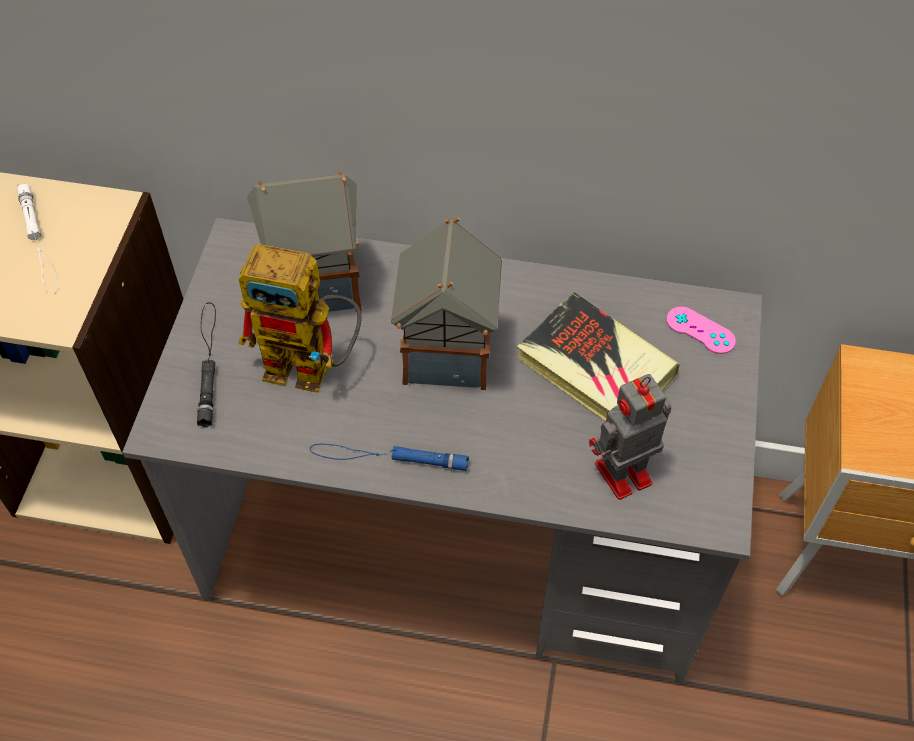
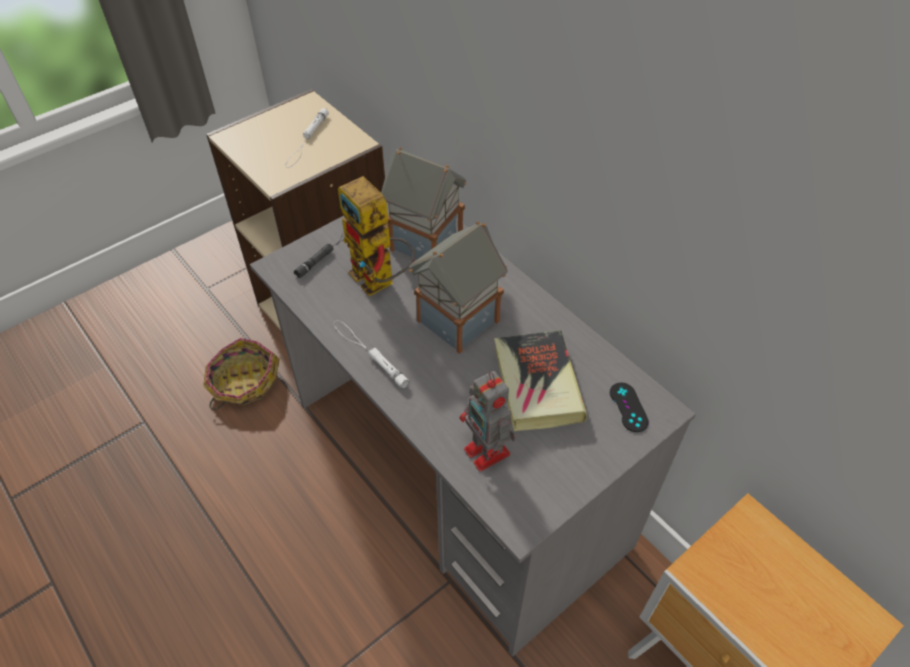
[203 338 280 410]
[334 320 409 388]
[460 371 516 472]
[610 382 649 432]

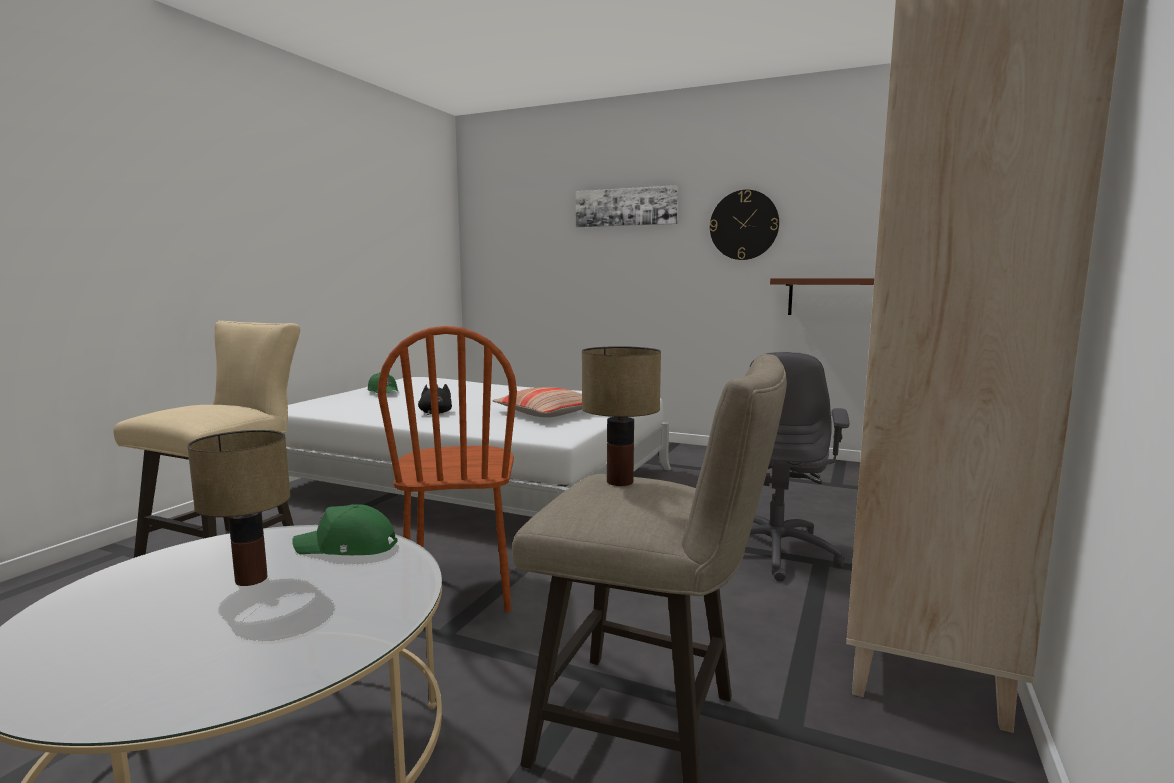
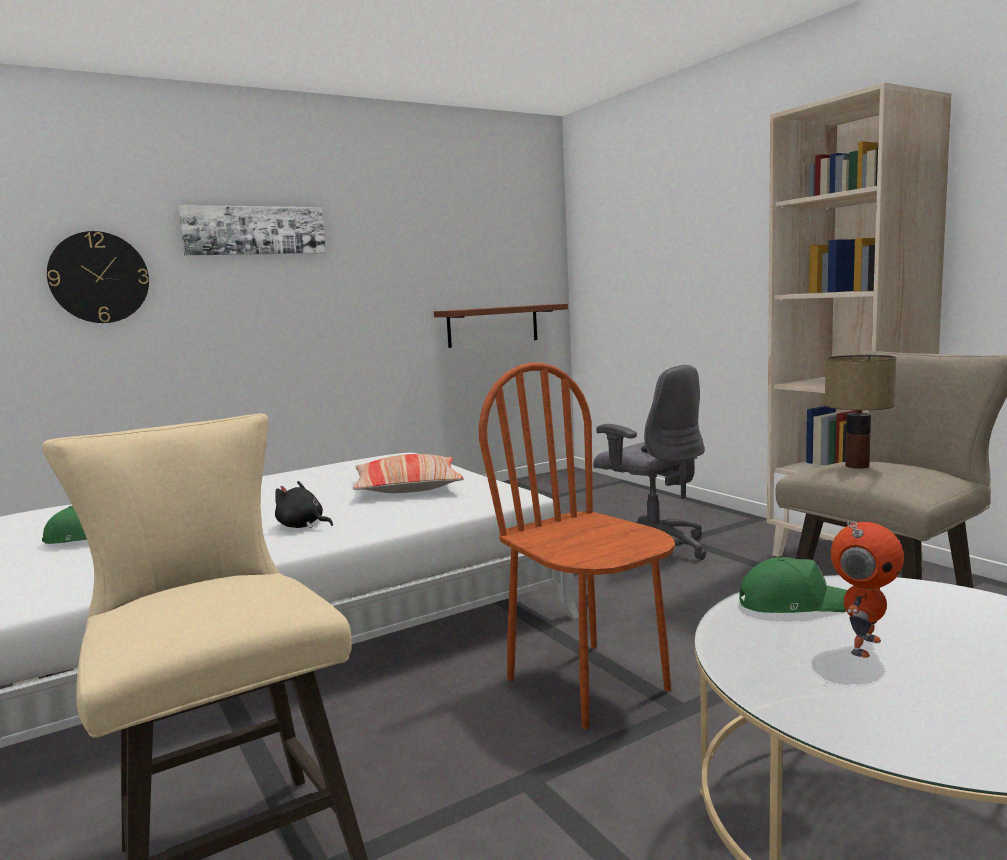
[47 231 149 323]
[479 363 675 729]
[739 557 847 613]
[831 520 904 658]

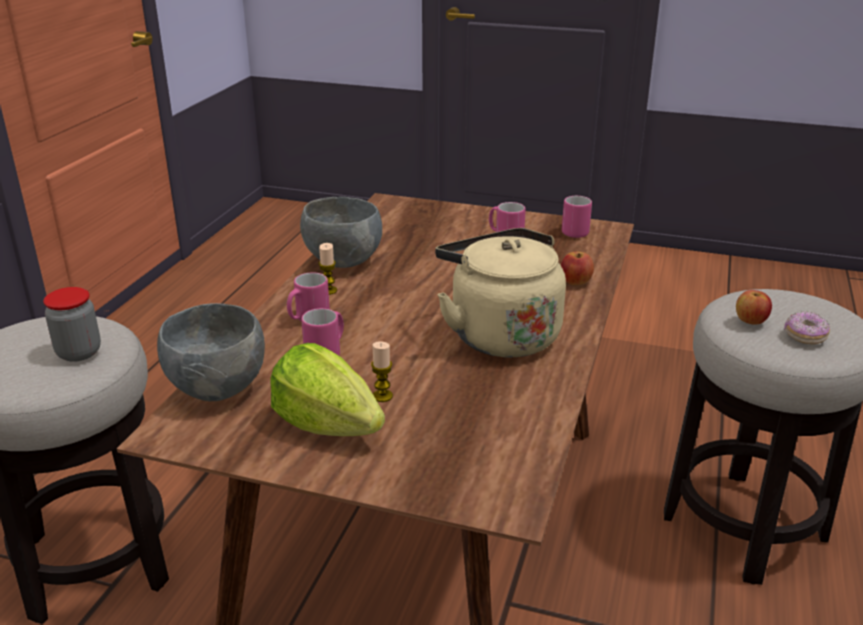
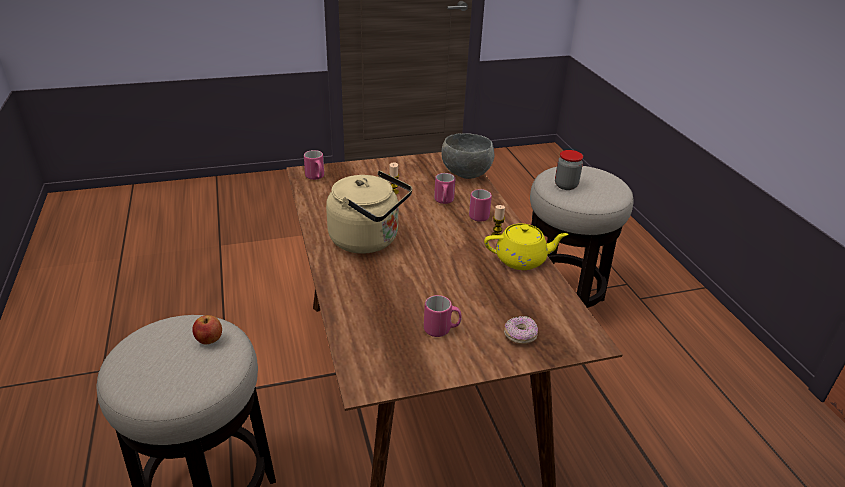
[304 150 324 180]
[484 224 569 270]
[504 316 538 344]
[270 343 385 436] (first image)
[561 252 594 285] (first image)

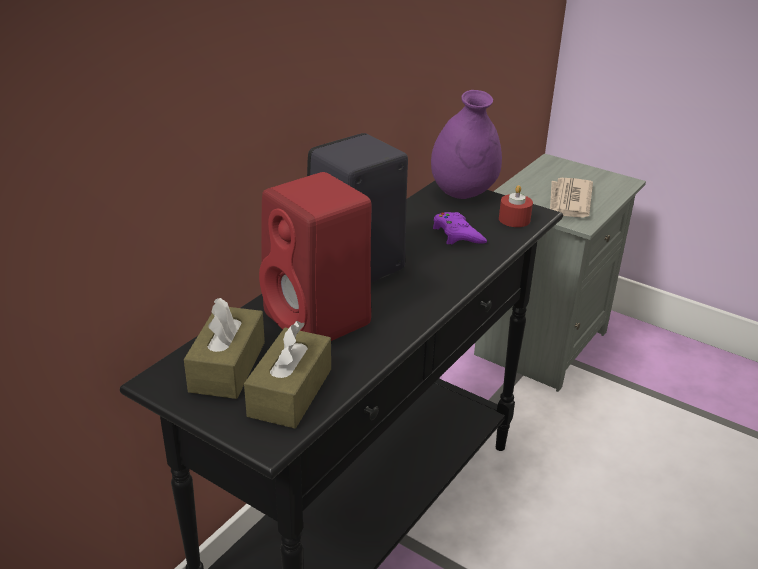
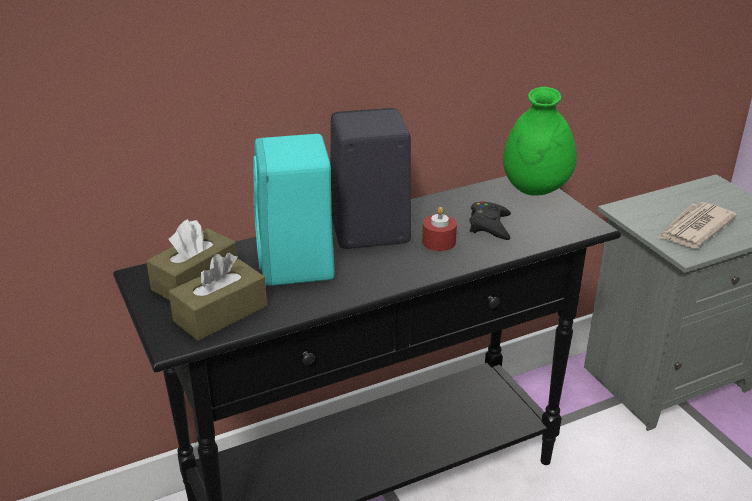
[253 134 335 286]
[422 207 457 251]
[470 201 511 240]
[503 87 577 196]

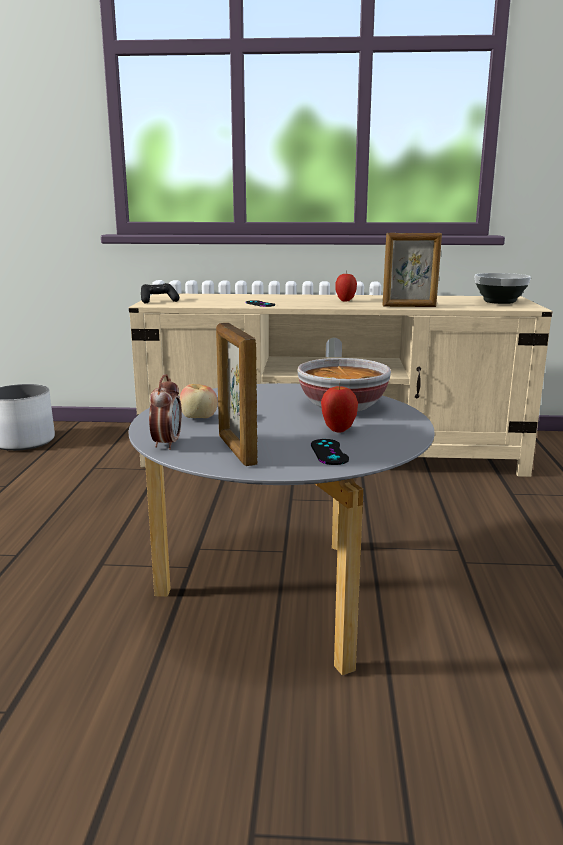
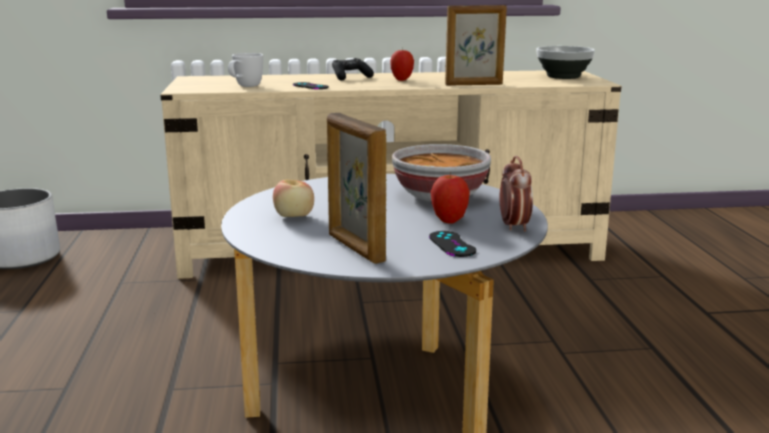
[228 53 263 87]
[332 58 374 81]
[499 156 533 231]

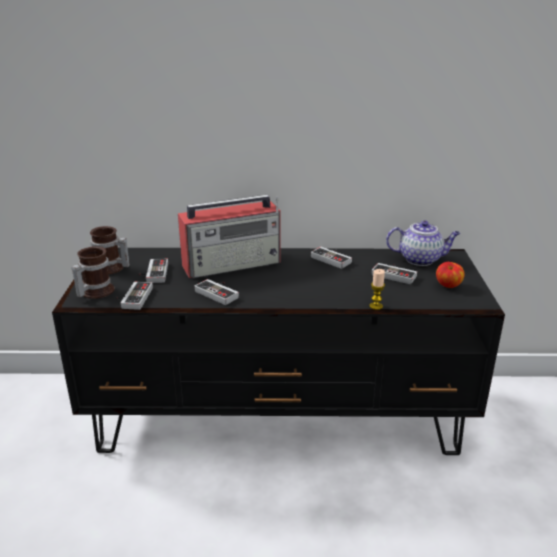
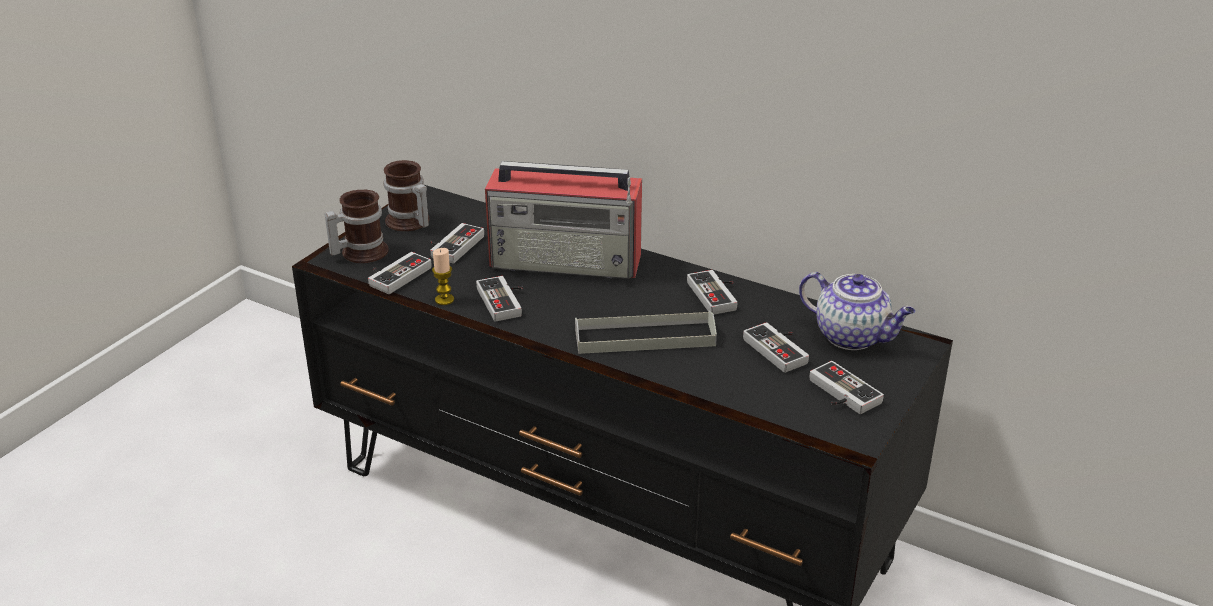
[432 248 454 305]
[575 311 717 354]
[809 361 884 414]

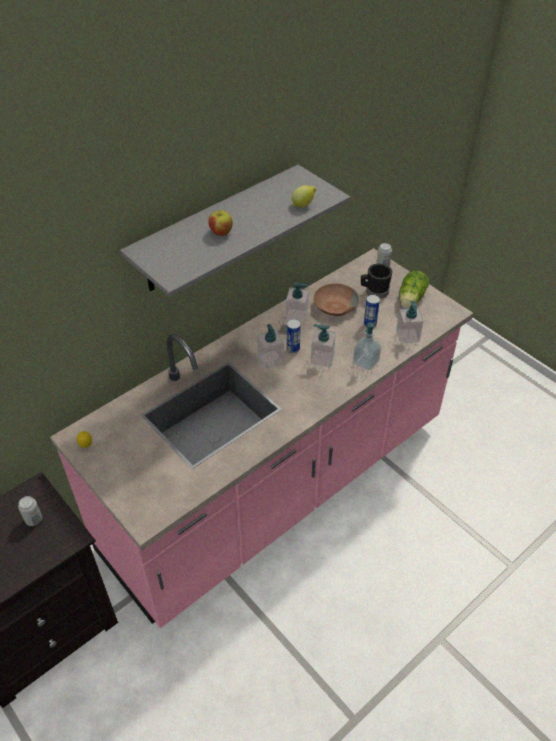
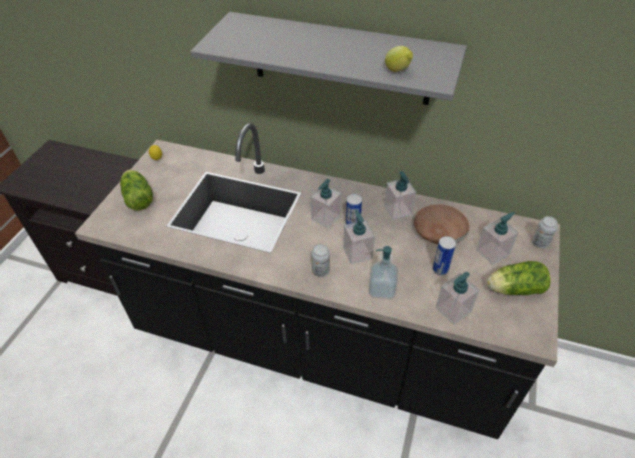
[75 123 560 439]
[120 170 153 211]
[311 244 330 277]
[476 212 518 265]
[208 210 233 236] (first image)

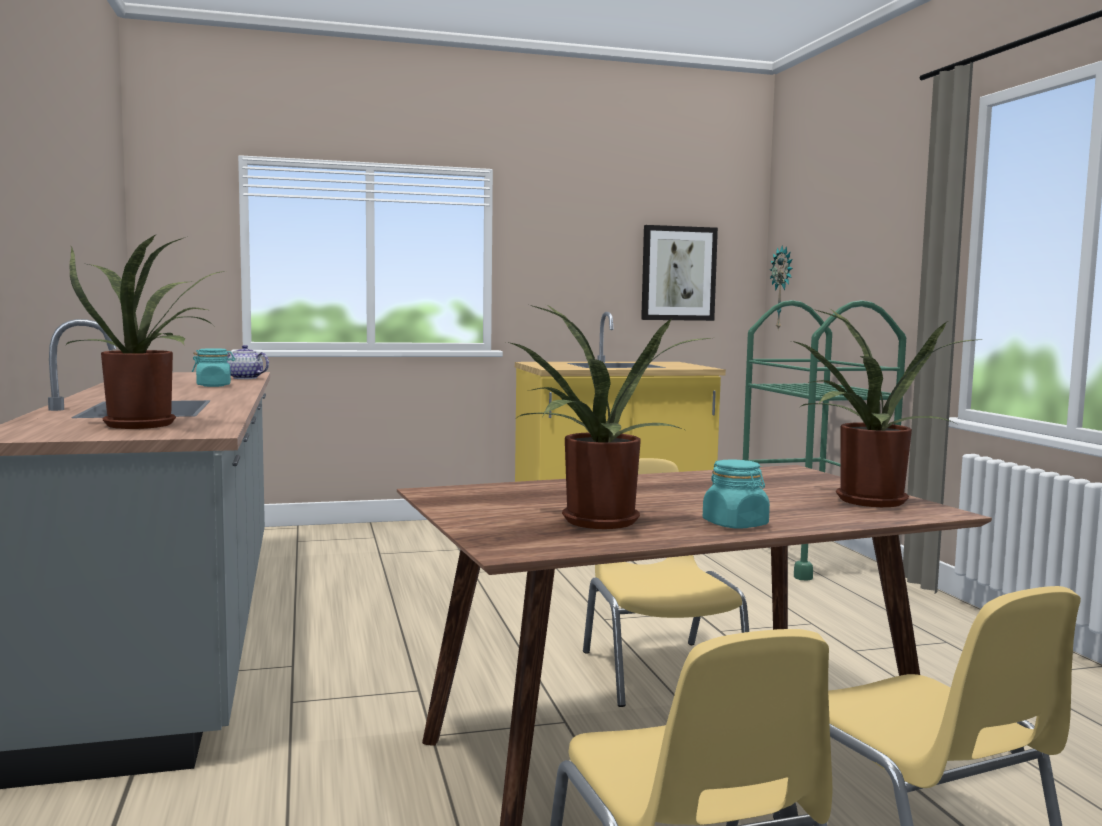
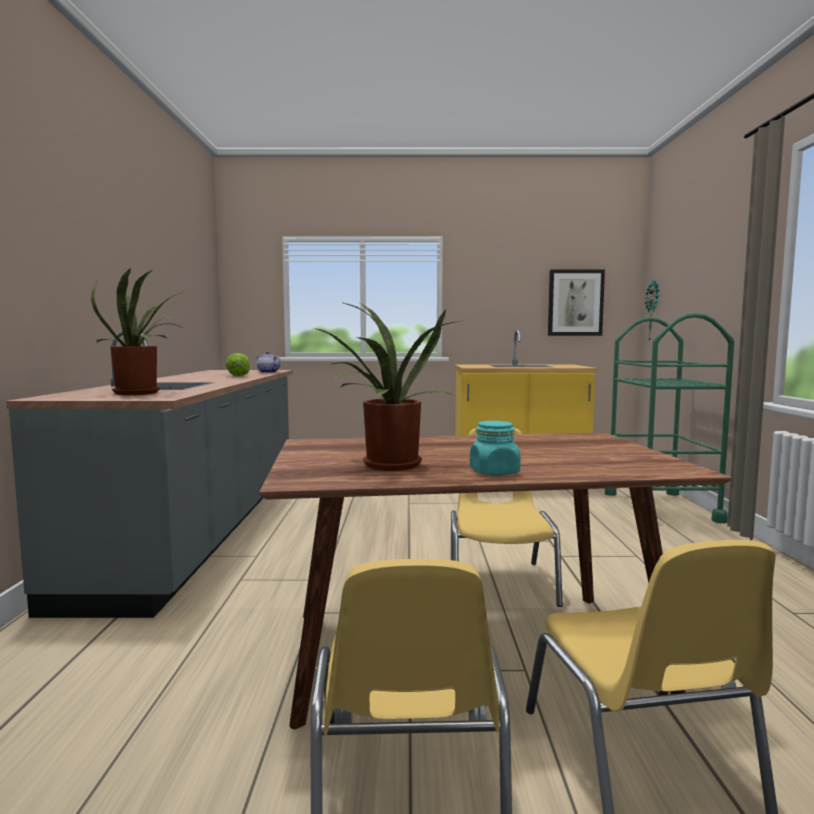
[225 353 250 376]
[792 310 982 507] (first image)

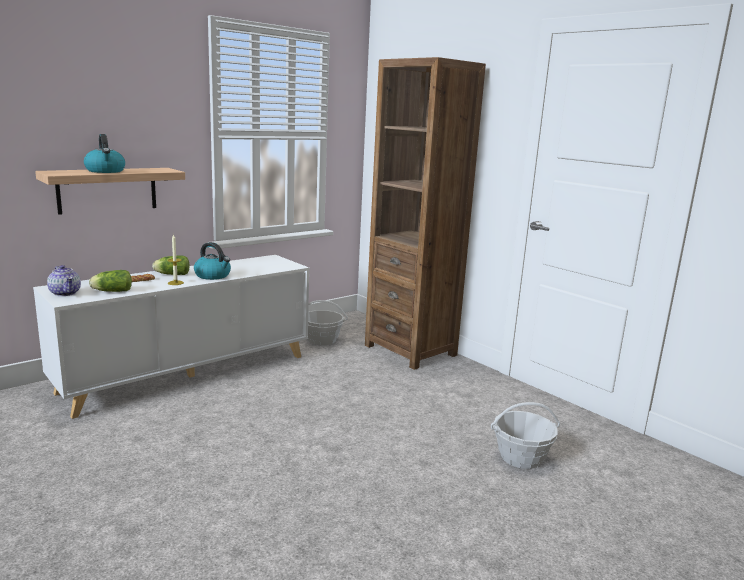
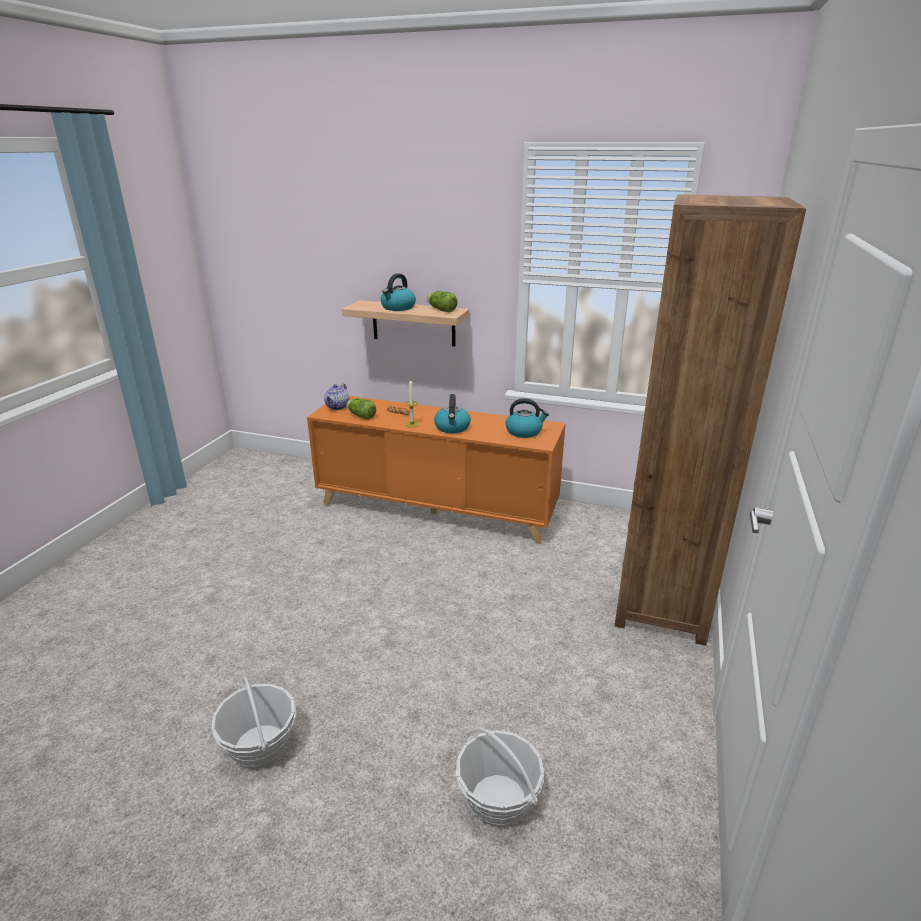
[211 677 297 769]
[307 396 565 544]
[427 291 458 313]
[506 398 549 438]

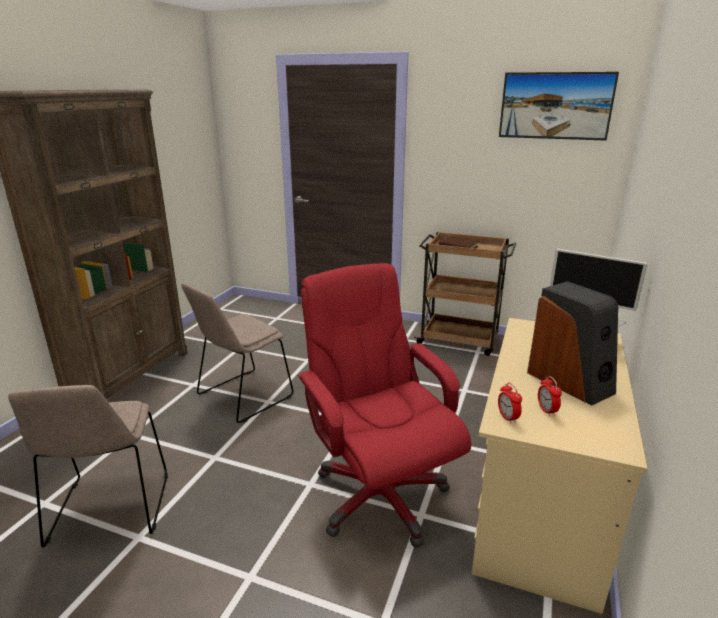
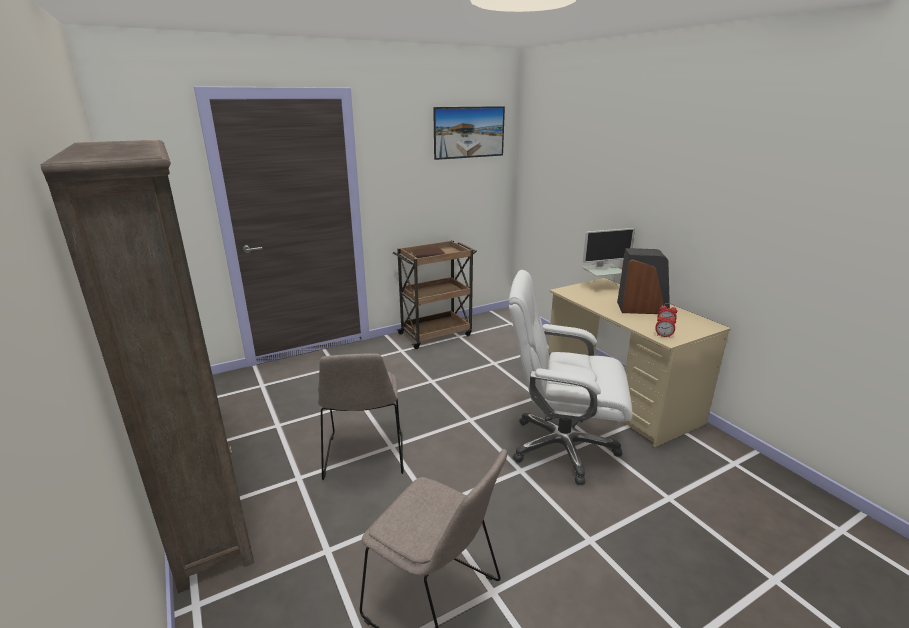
[509 270 633 485]

